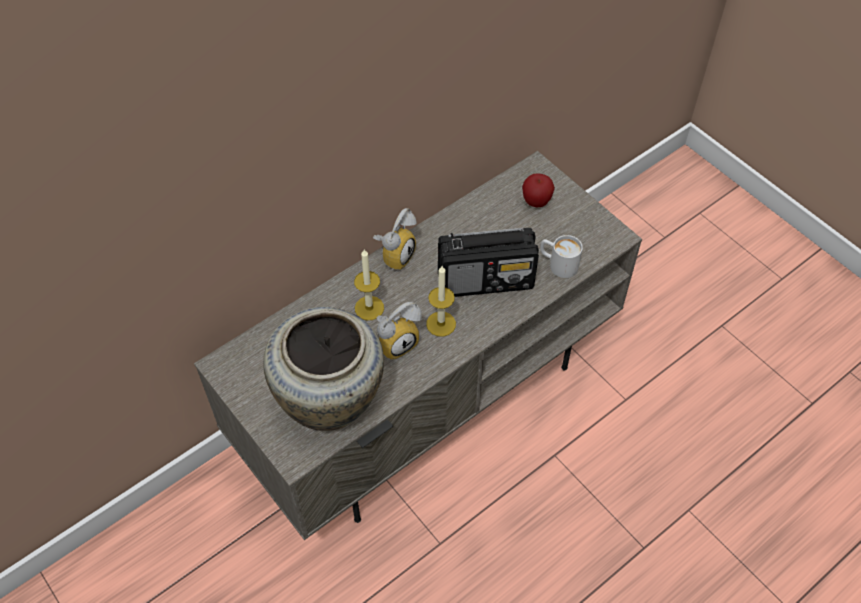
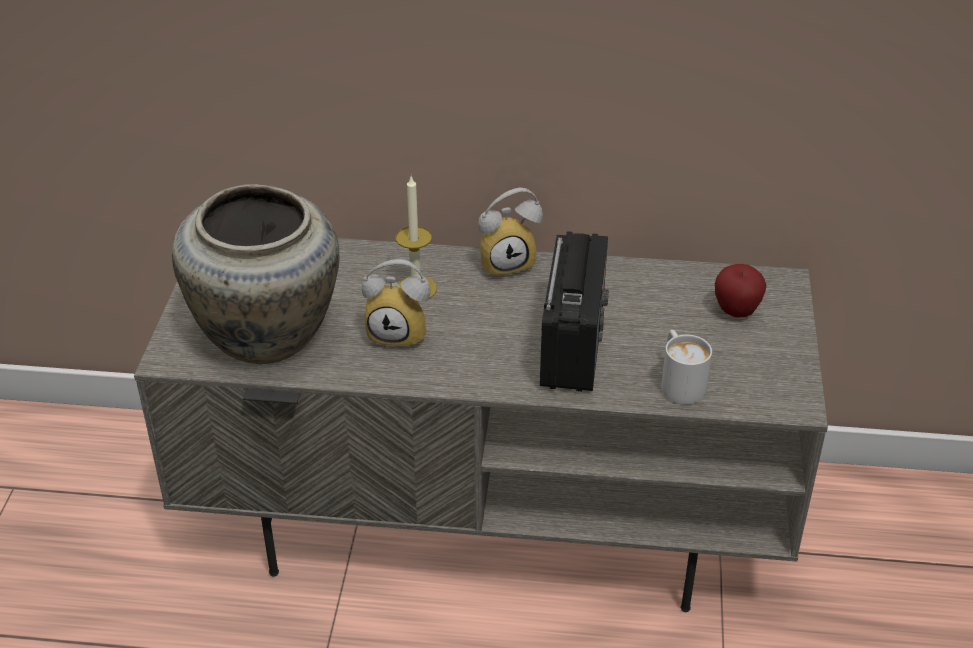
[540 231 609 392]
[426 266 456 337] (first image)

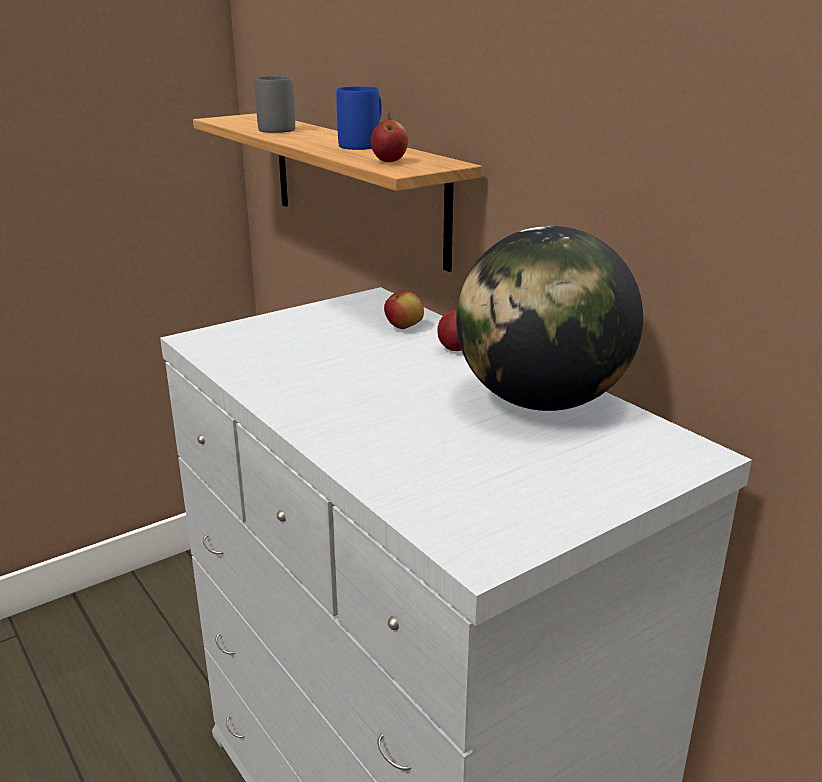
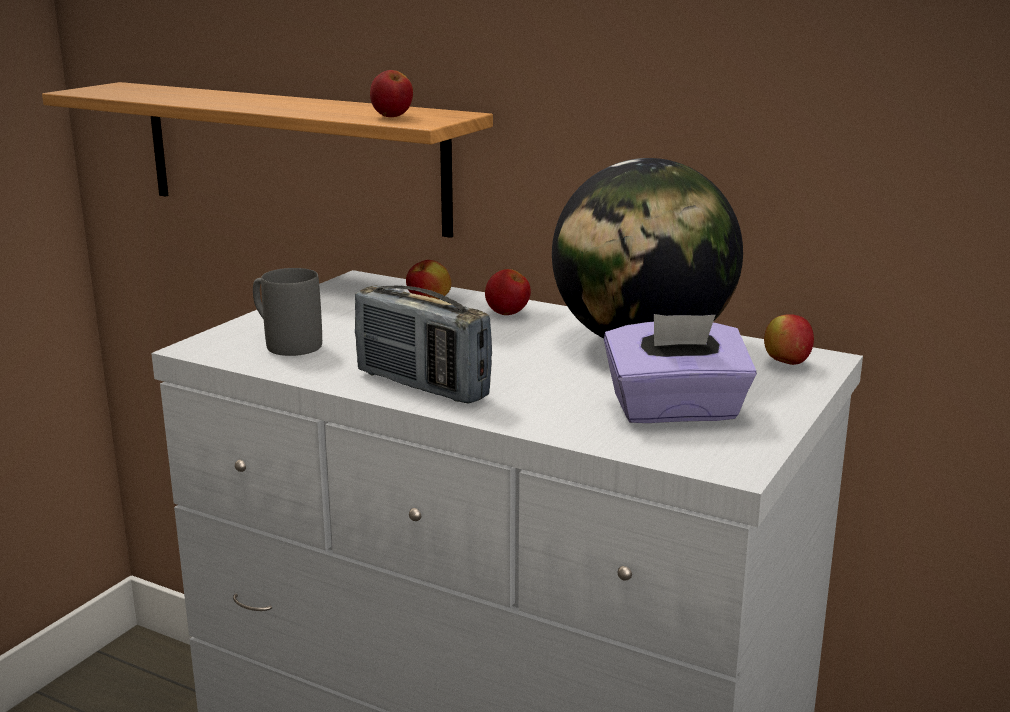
[253 268 322 356]
[355 285 492 403]
[604 314 757 423]
[764 314 814 365]
[337 86 382 150] (first image)

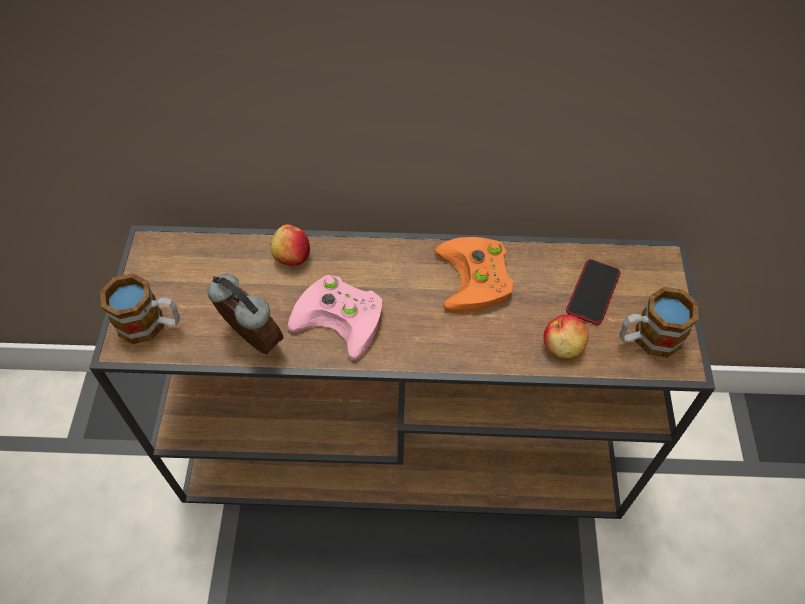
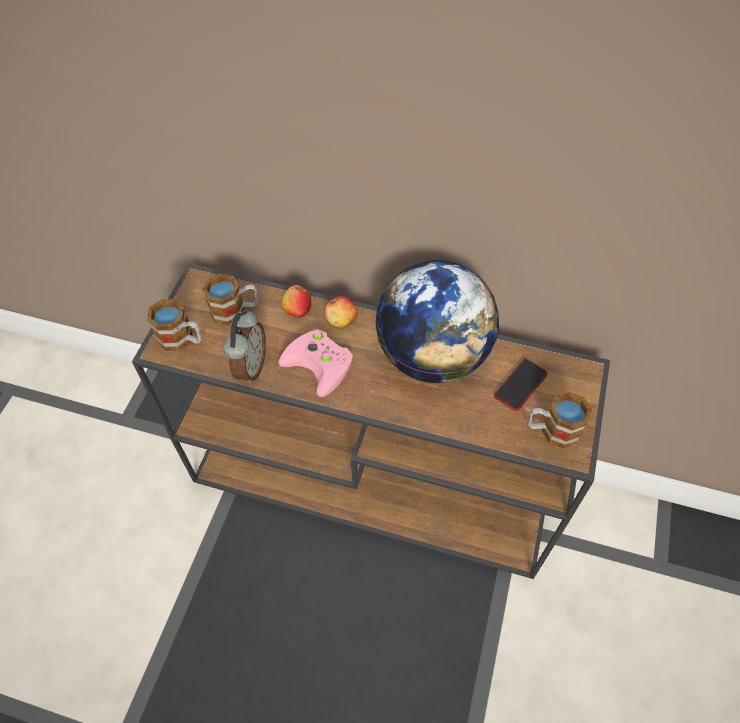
[202 273 258 326]
[223 309 266 383]
[325 296 357 328]
[376 260 499 383]

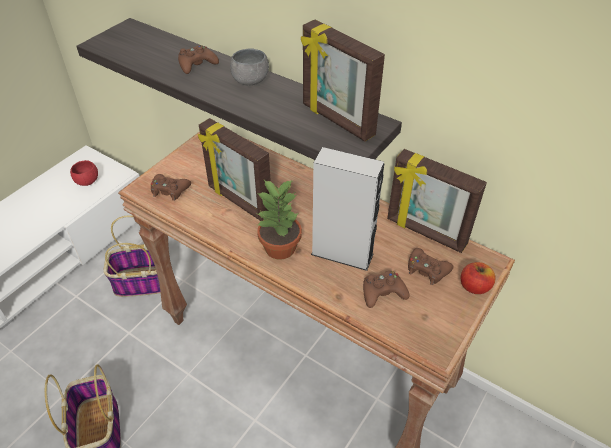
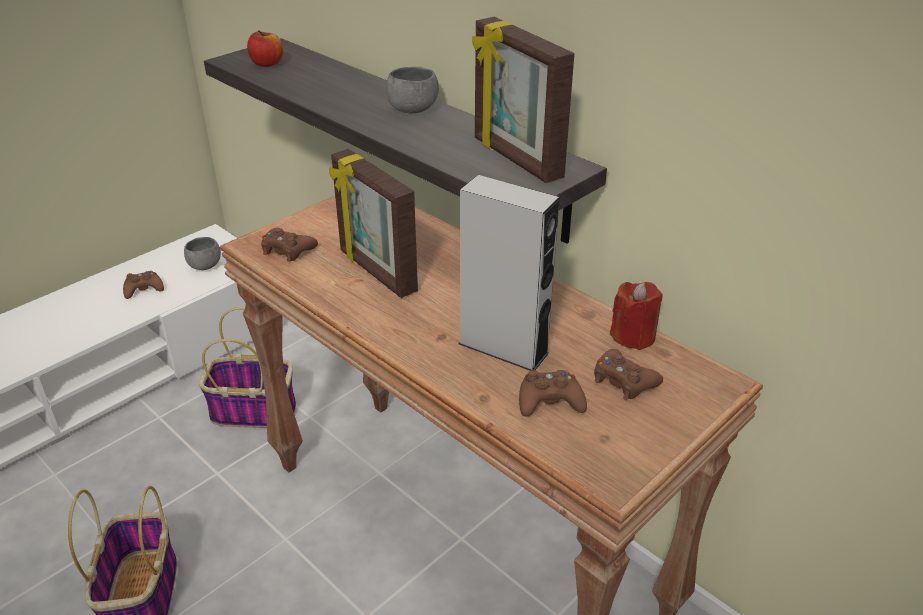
[123 271 164 299]
[184 237 221 270]
[247 30 283 67]
[610 282 663 350]
[257 179 302 260] (first image)

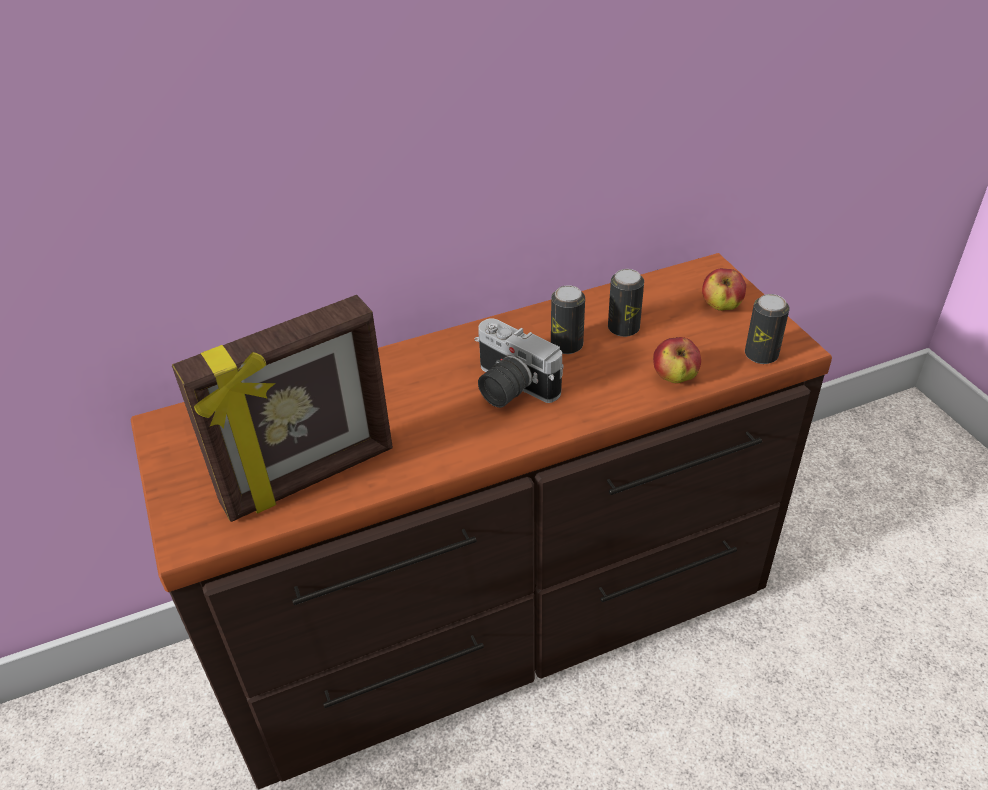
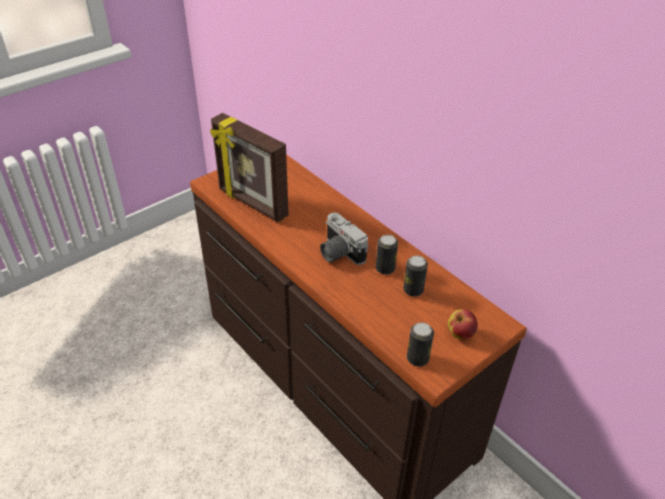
[320 213 368 265]
[653 337 701 383] (first image)

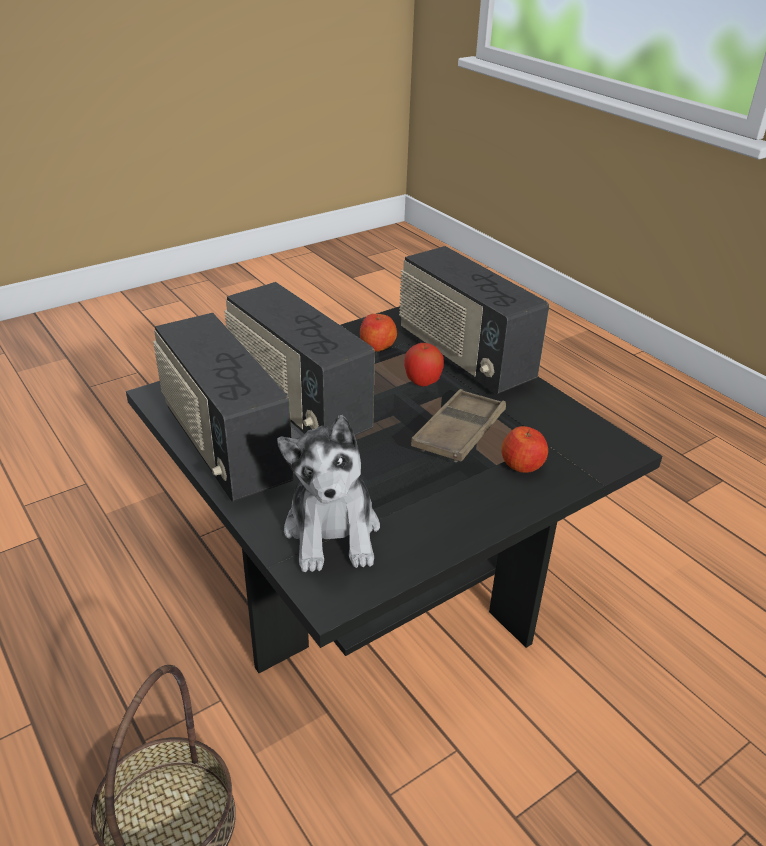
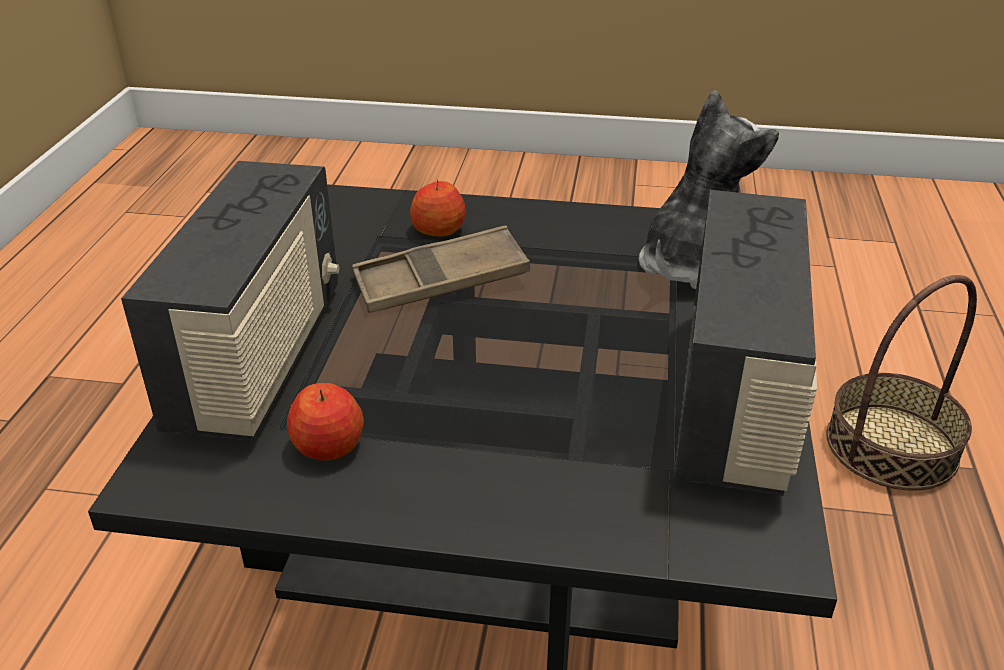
[224 282 375 436] (first image)
[404 343 444 386] (first image)

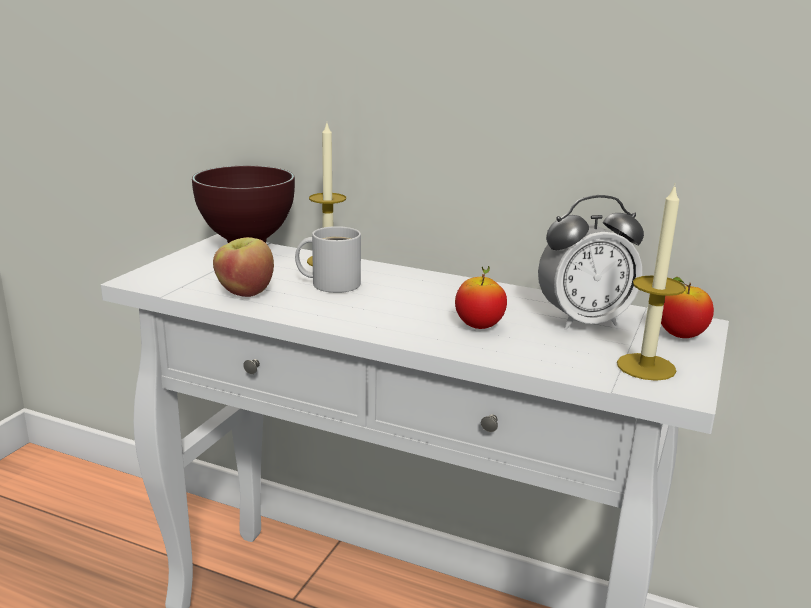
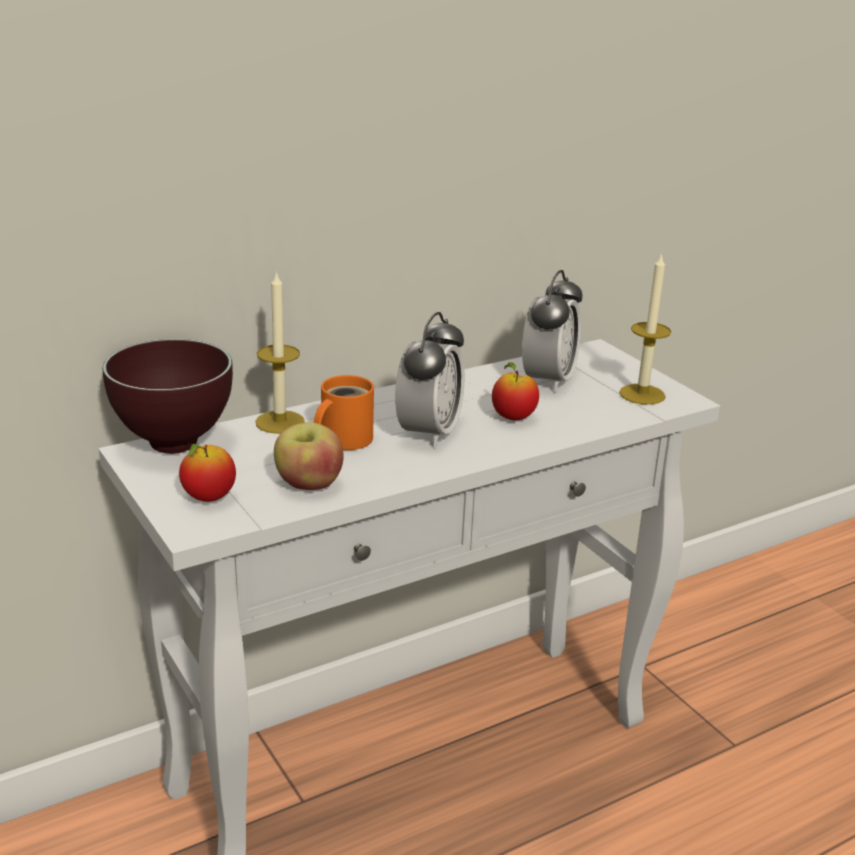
[179 444 236 502]
[314 375 374 450]
[395 312 465 447]

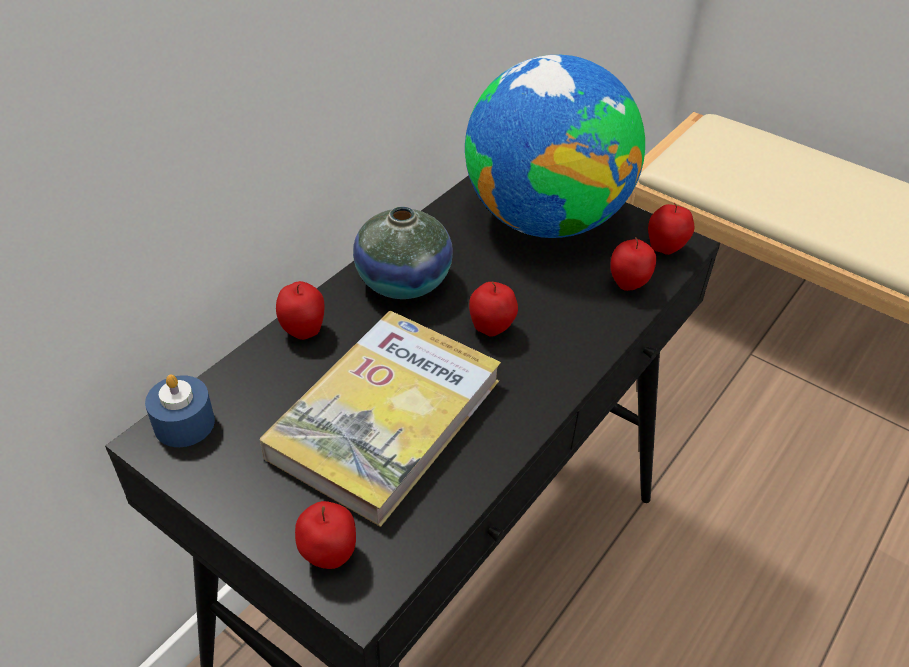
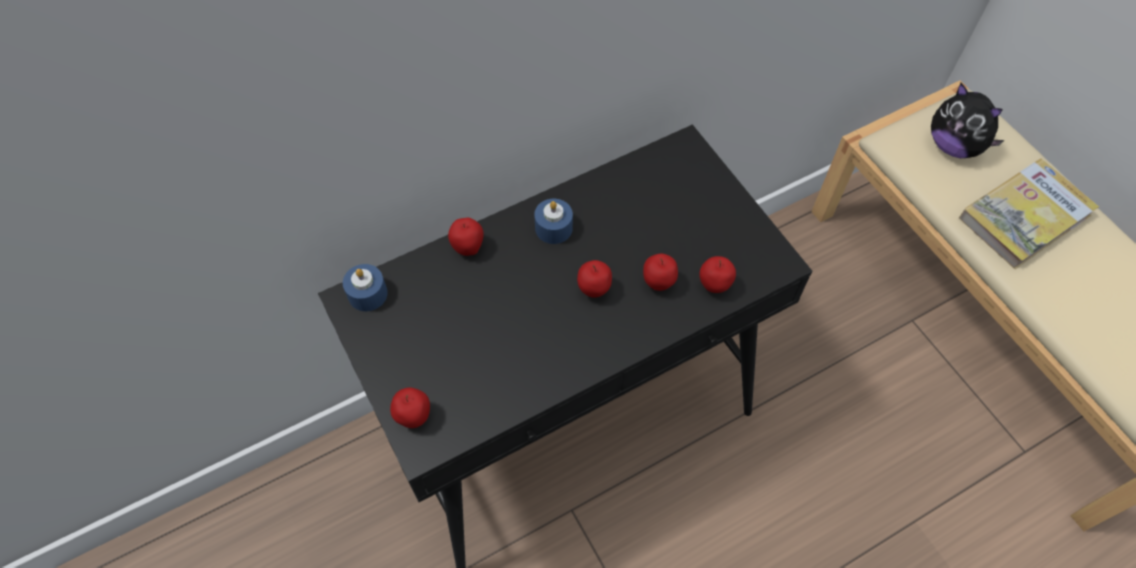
[534 199 573 244]
[643 253 678 291]
[931 83 1004 158]
[959 158 1099 269]
[465 55 645 238] (first image)

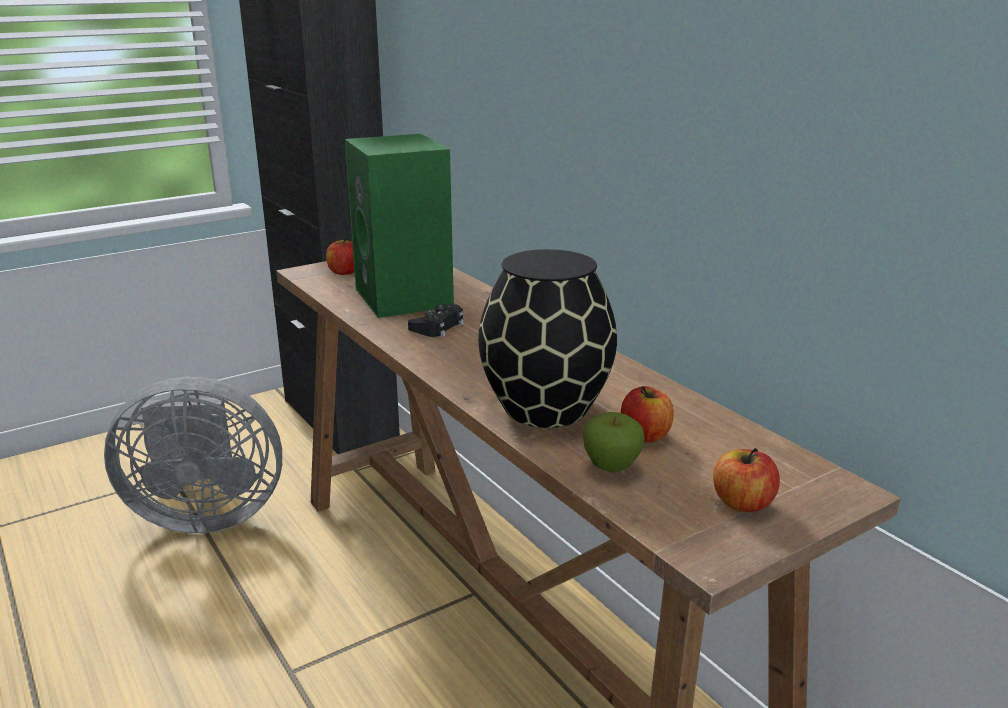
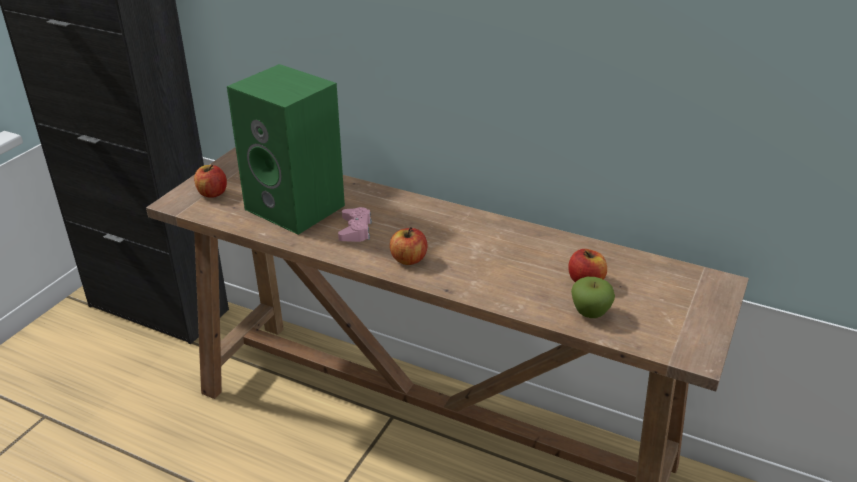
[338 207 372 242]
[390 227 427 265]
[104 377 282 533] (first image)
[478 249 617 428] (first image)

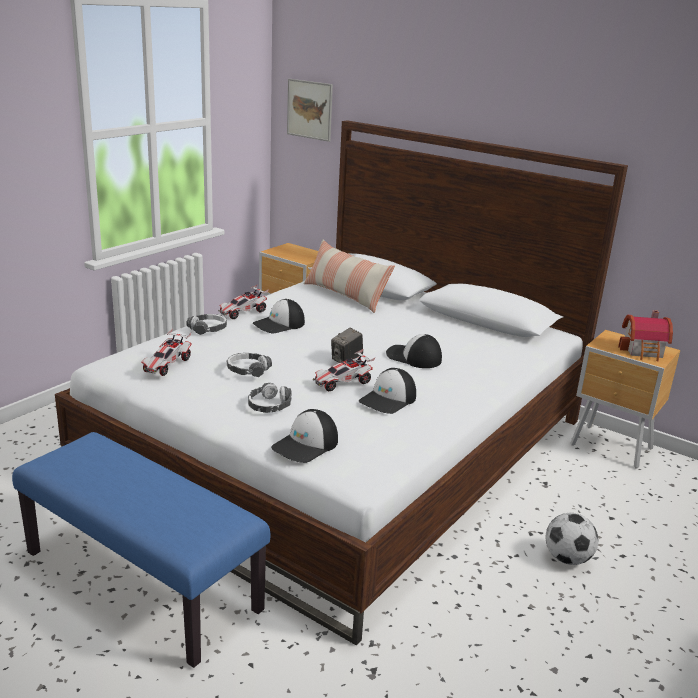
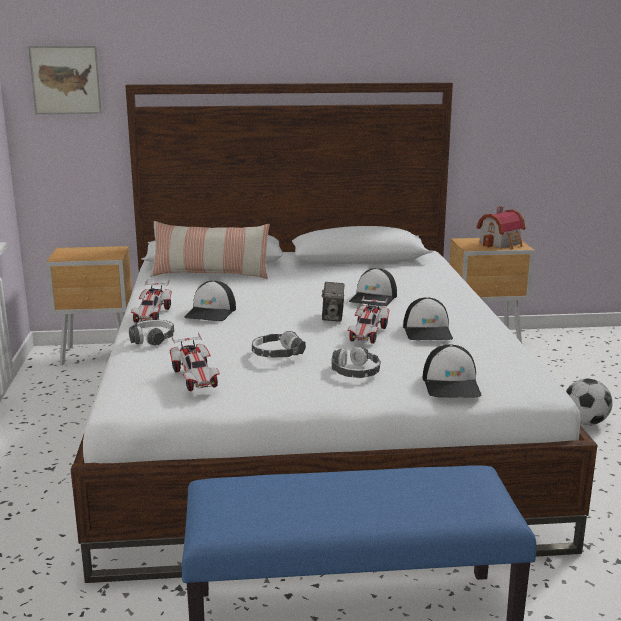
[349 268 397 306]

